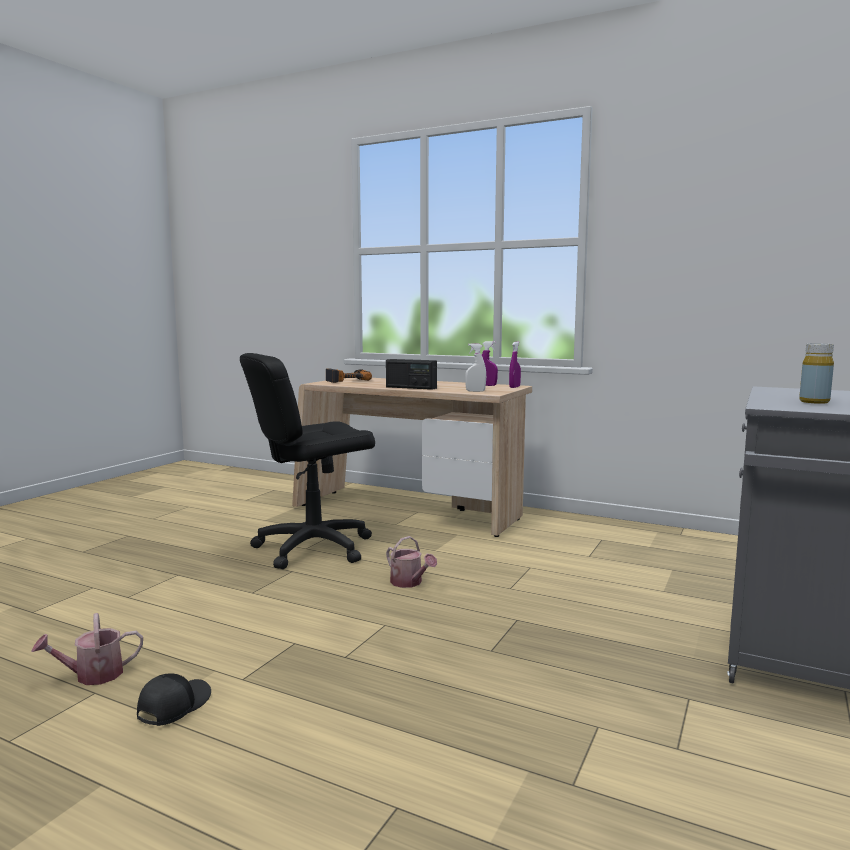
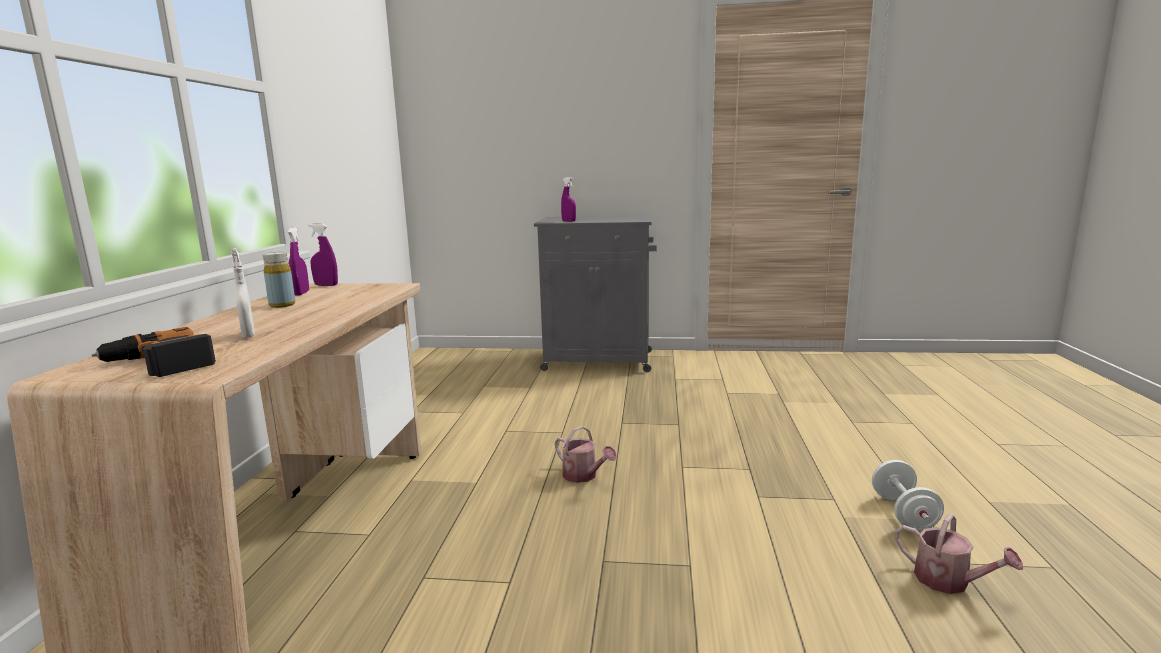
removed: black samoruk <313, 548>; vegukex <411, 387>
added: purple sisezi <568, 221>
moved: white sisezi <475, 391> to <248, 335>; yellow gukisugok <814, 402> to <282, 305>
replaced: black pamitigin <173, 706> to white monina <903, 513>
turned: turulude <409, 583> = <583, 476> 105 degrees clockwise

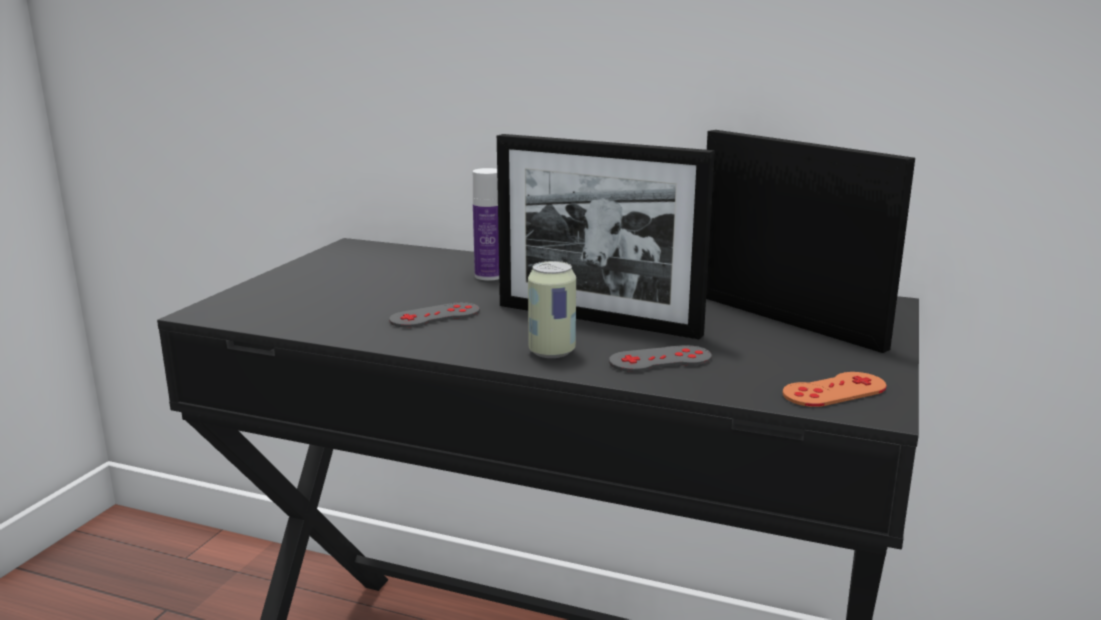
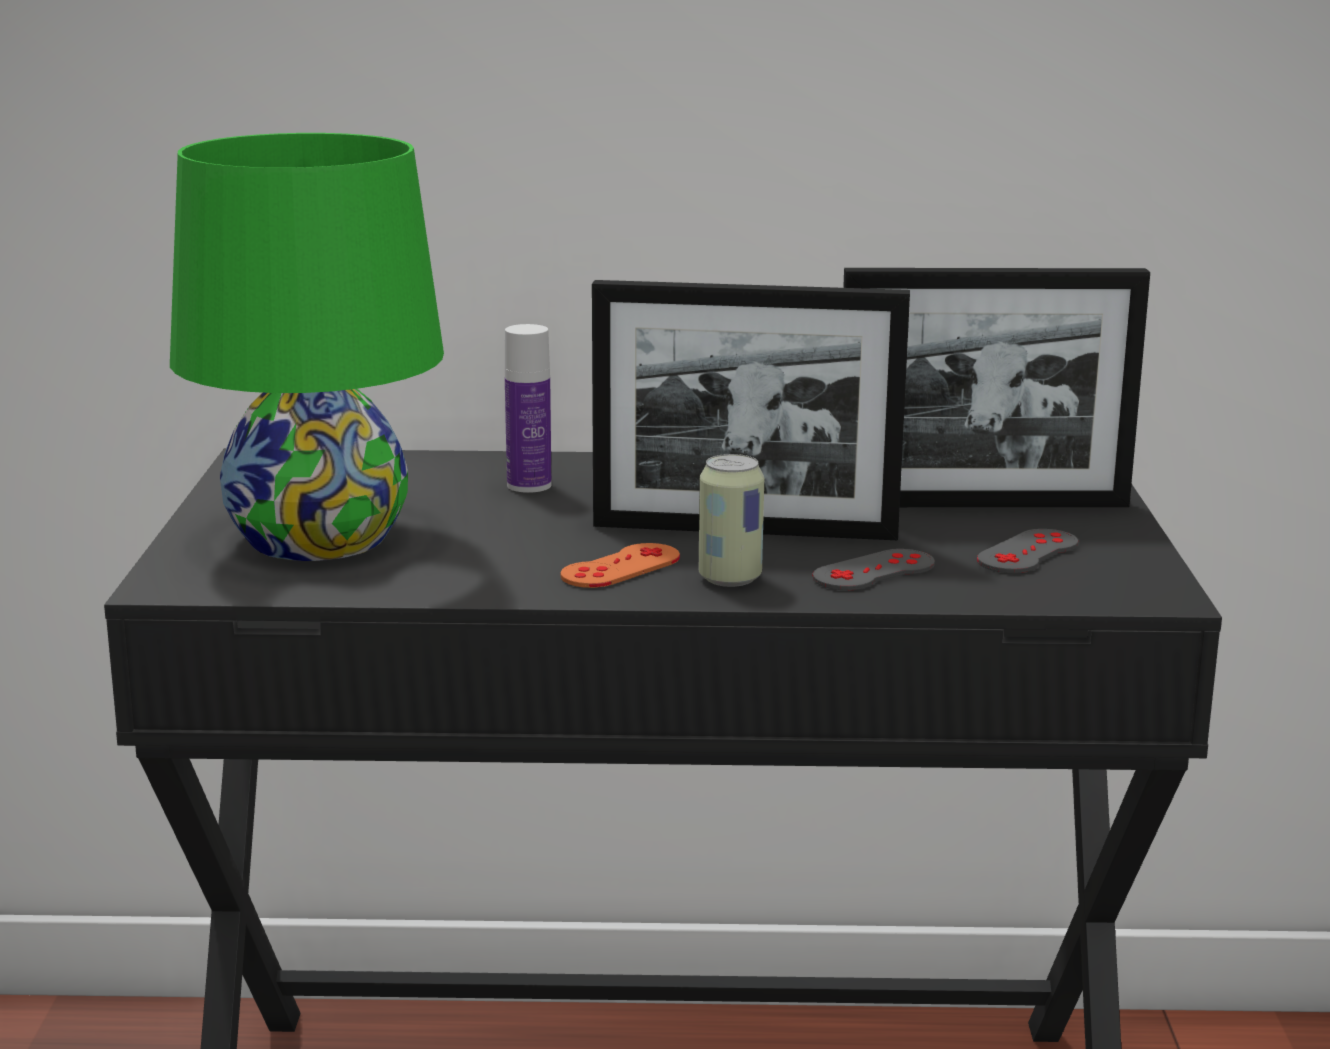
added: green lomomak <318, 538>
moved: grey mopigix <435, 316> to <1028, 552>; orange mopigix <834, 390> to <620, 567>
turned: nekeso <786, 321> = <982, 504> 150 degrees clockwise

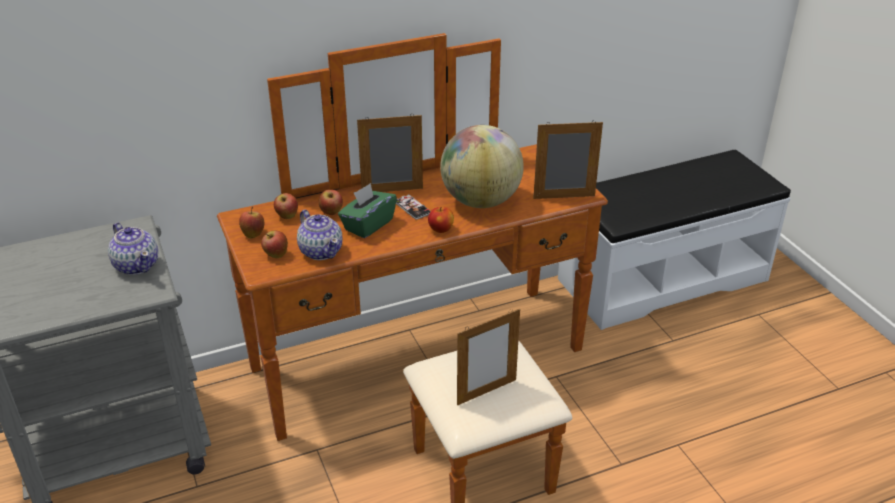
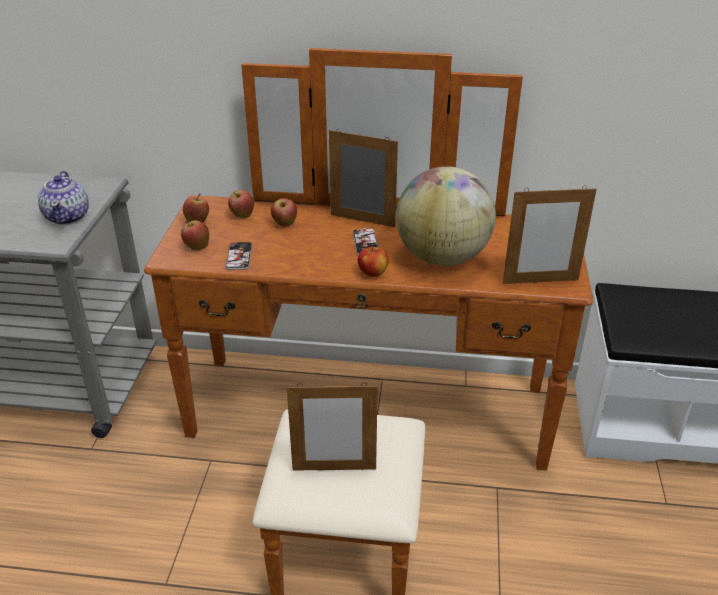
removed: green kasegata <368, 225>
replaced: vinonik <321, 251> to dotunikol <239, 256>
turned: nekeso <564, 197> = <540, 281> 150 degrees clockwise

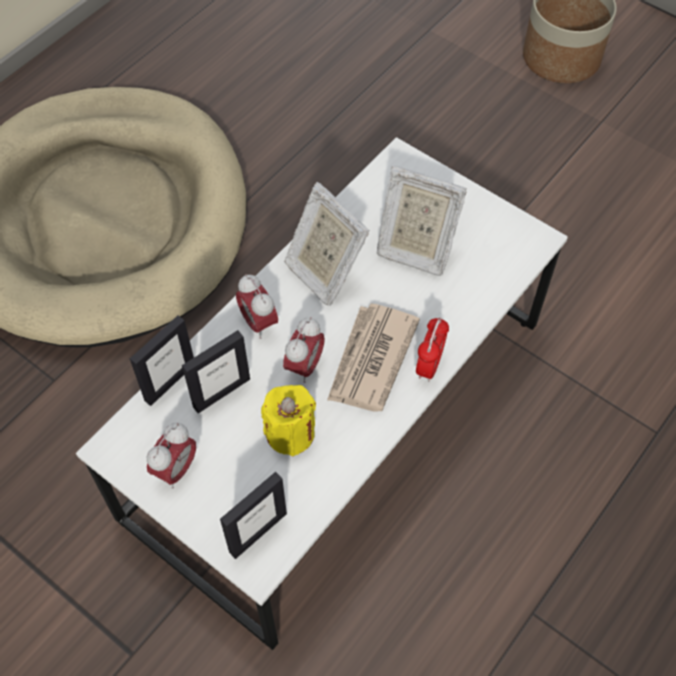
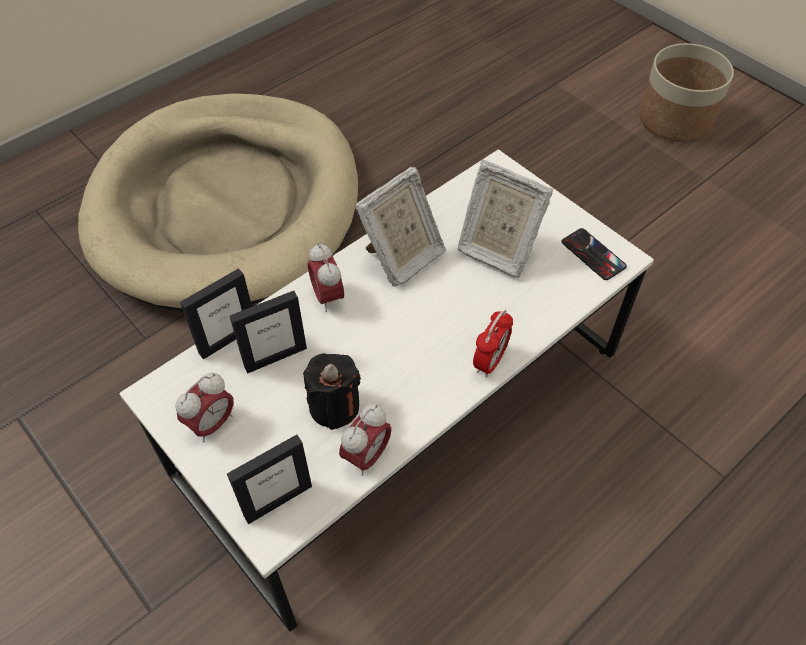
removed: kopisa <370, 360>
added: dotunikol <593, 254>
moved: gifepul <304, 366> to <366, 456>
recoloured: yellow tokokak <290, 433> to black tokokak <334, 406>
turned: nekeso <323, 271> = <402, 258> 105 degrees counterclockwise

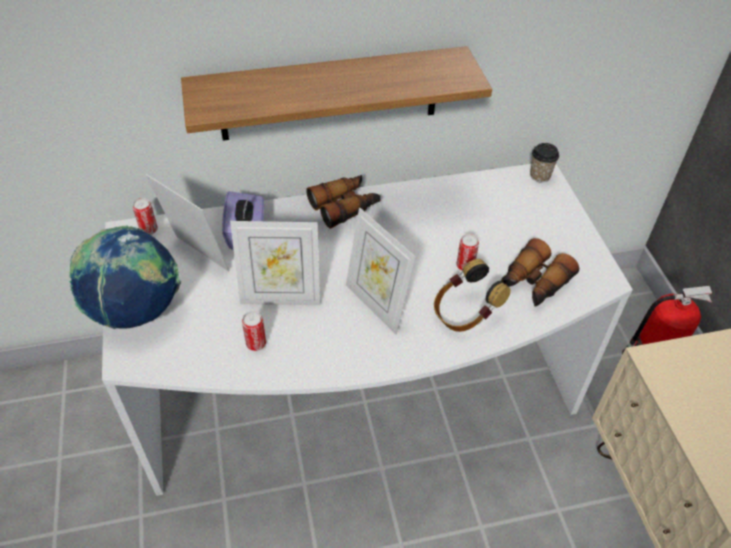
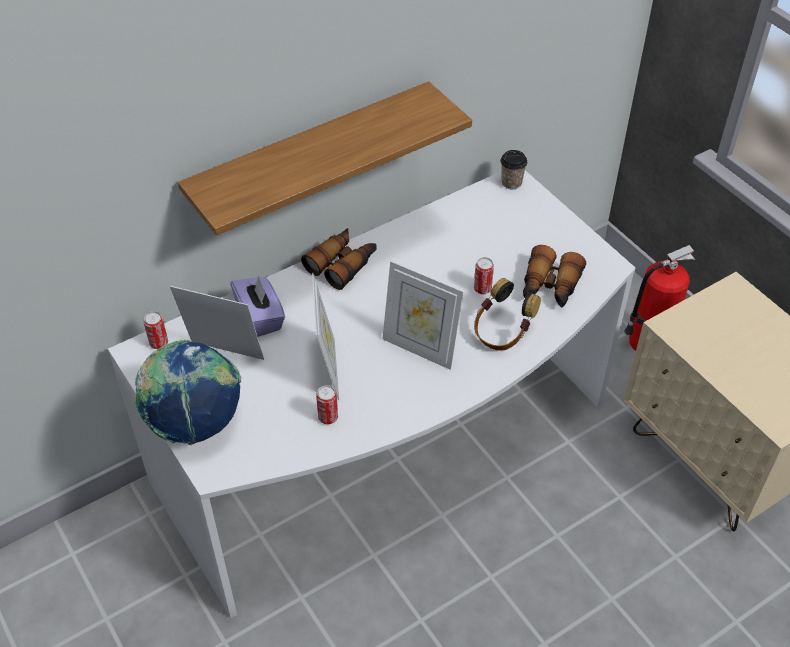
turned: nekeso <281, 298> = <328, 369> 75 degrees counterclockwise

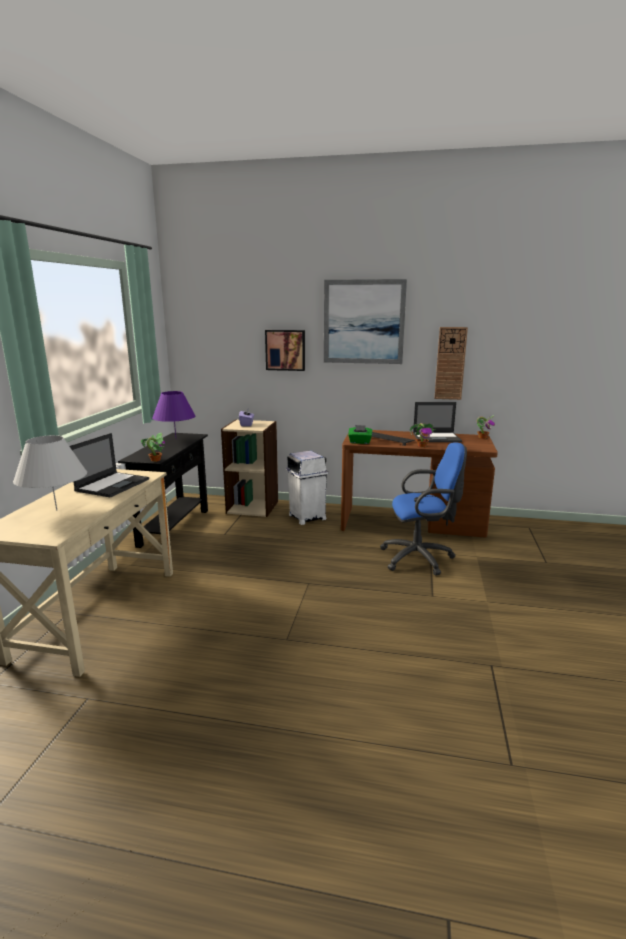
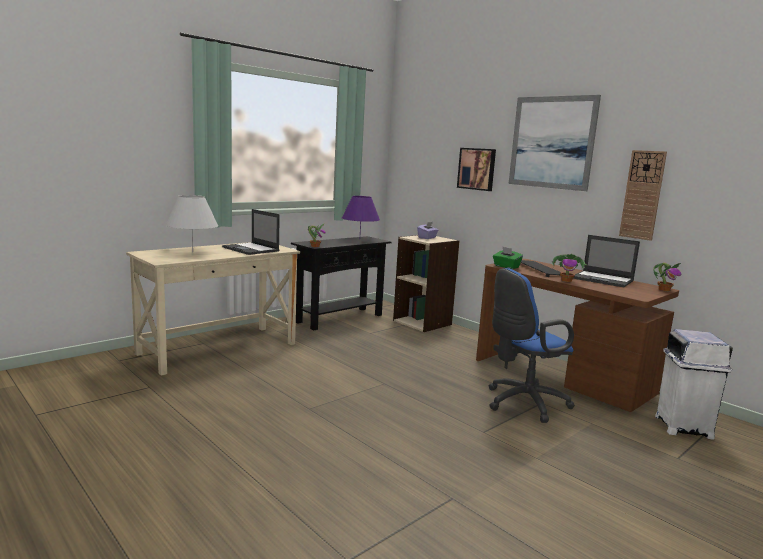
moved: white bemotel <307, 517> to <683, 427>
turned: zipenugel <113, 484> = <251, 249> 75 degrees clockwise; blue samoruk <420, 558> = <522, 403> 120 degrees clockwise

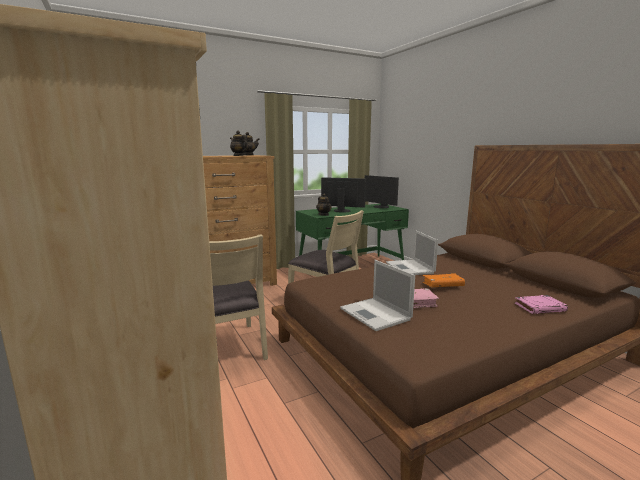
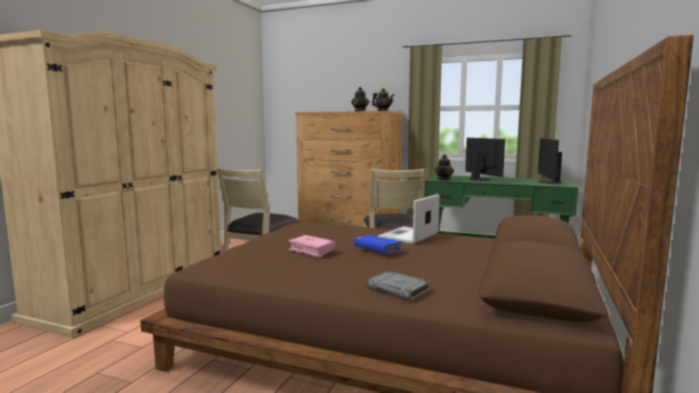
removed: zipenugel <376, 314>
recoloured: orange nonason <443, 286> to blue nonason <377, 250>; pink nonason <540, 307> to grey nonason <399, 290>

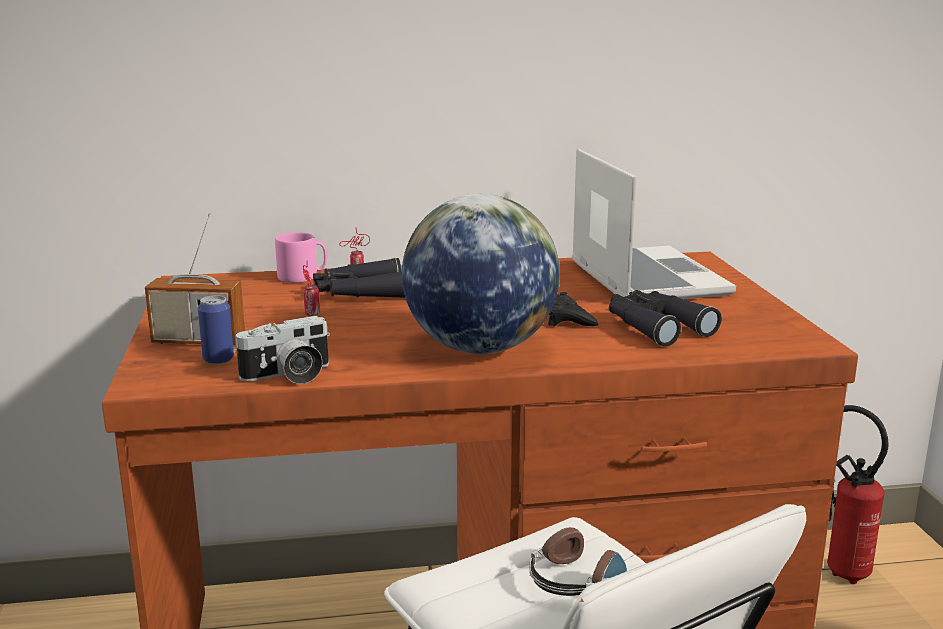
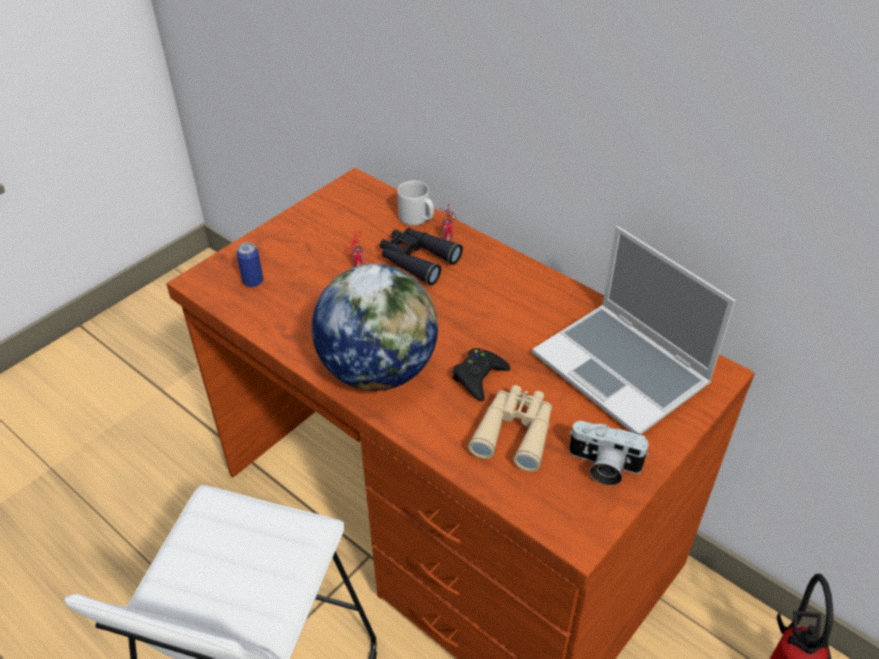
removed: vegukex <198, 341>; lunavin <584, 574>
moved: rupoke <288, 376> to <603, 466>
recoloured: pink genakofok <302, 277> to grey genakofok <417, 218>; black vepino <655, 327> to beige vepino <515, 432>
turned: zipenugel <644, 278> = <623, 370> 105 degrees clockwise

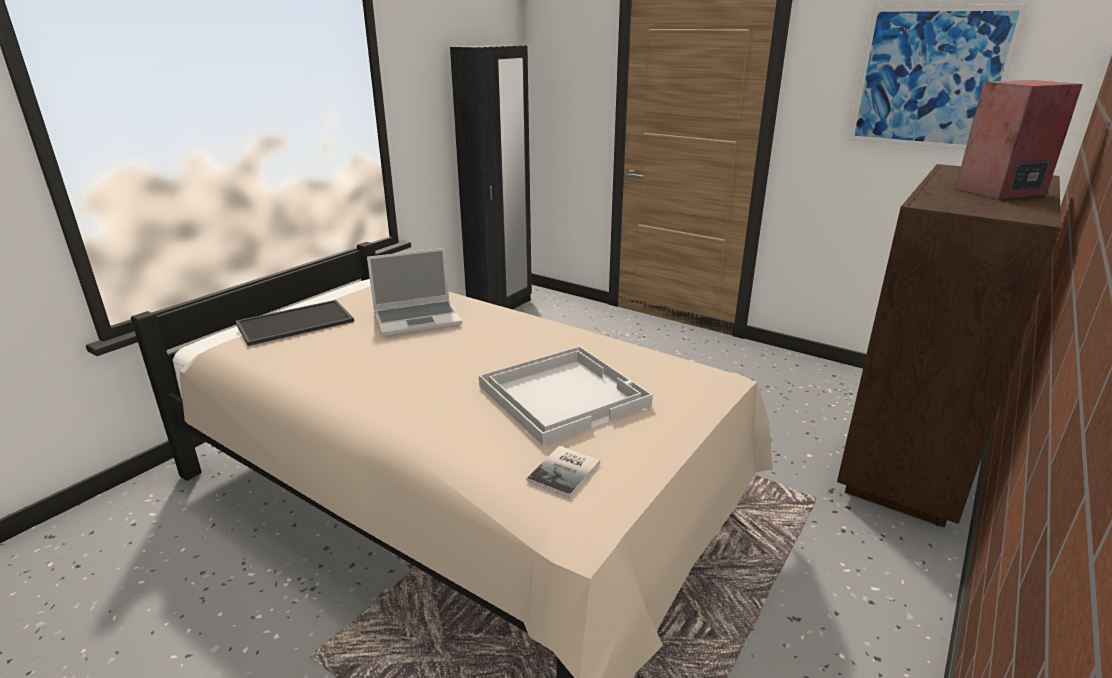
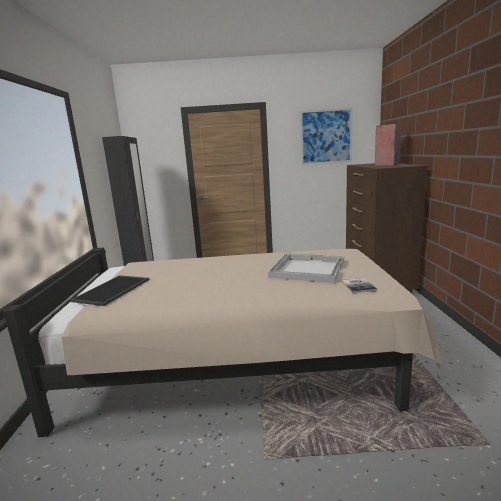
removed: zipenugel <418, 319>

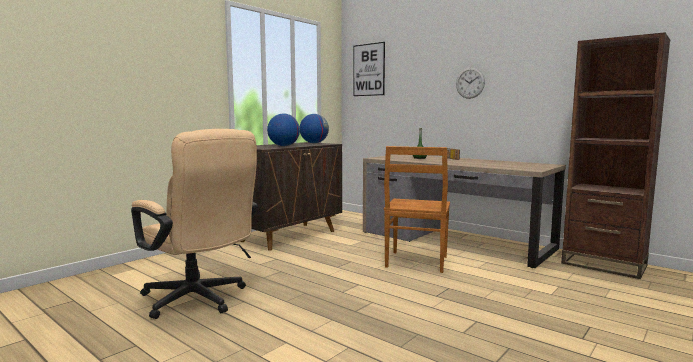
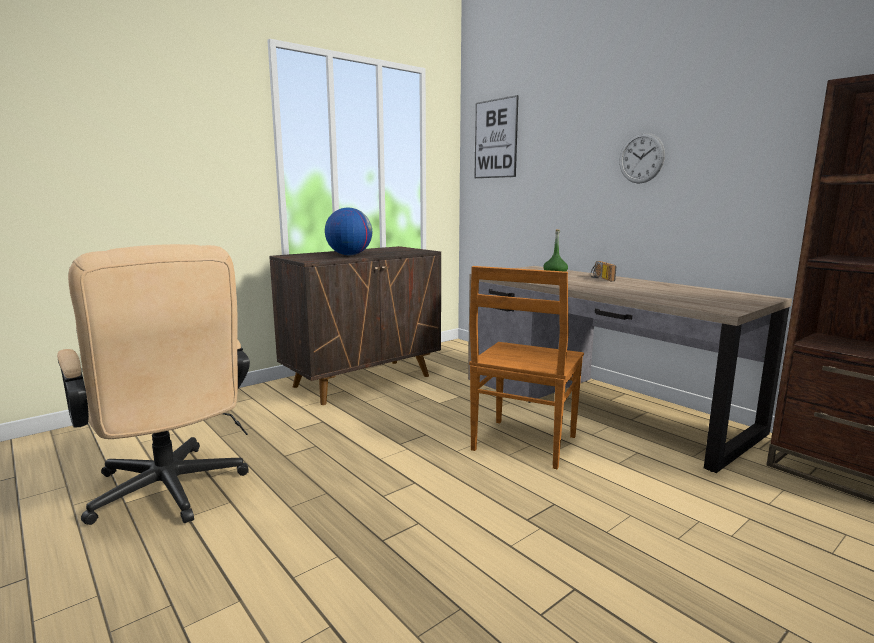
removed: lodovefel <314, 143>

